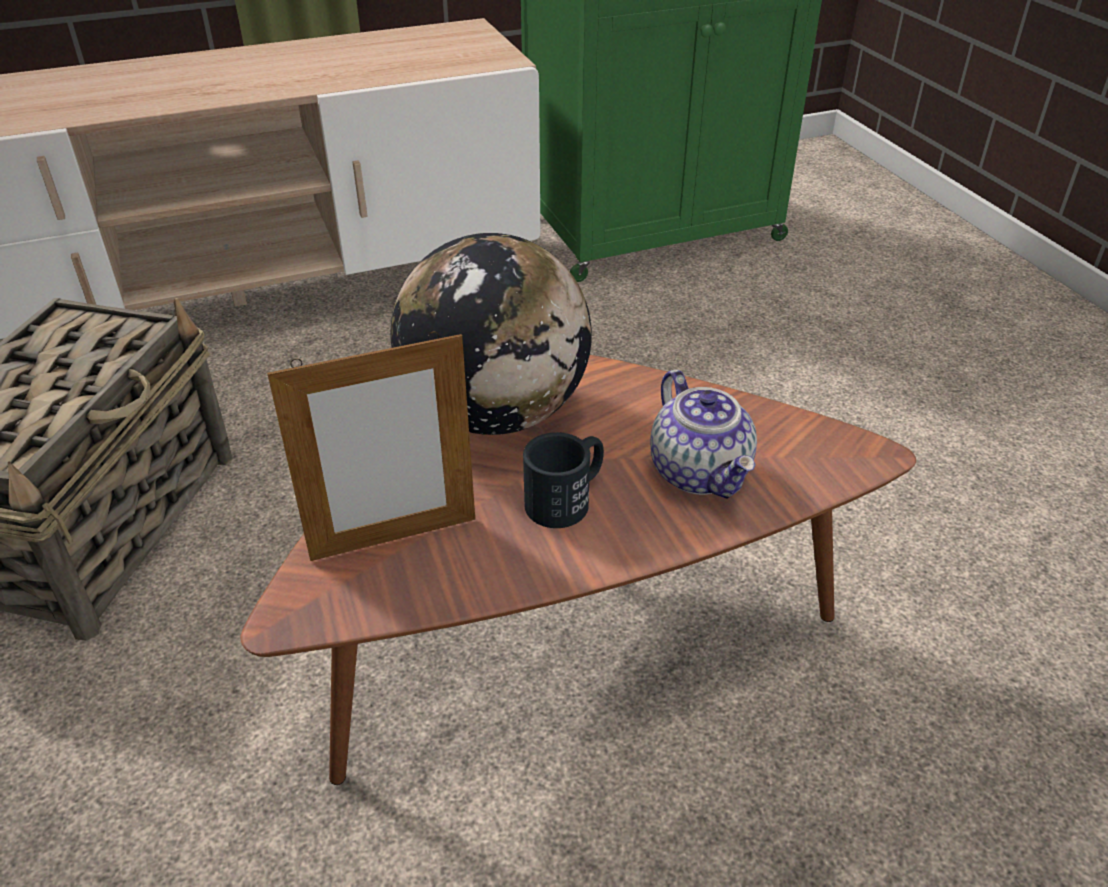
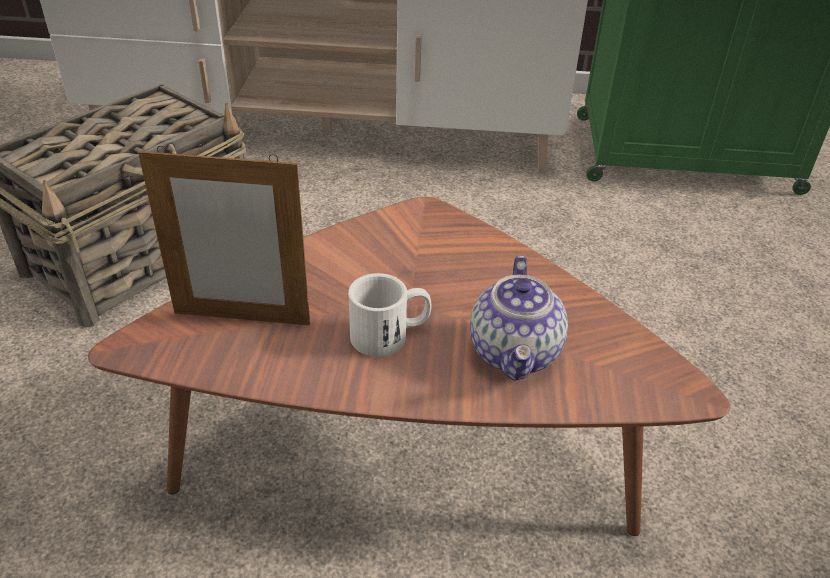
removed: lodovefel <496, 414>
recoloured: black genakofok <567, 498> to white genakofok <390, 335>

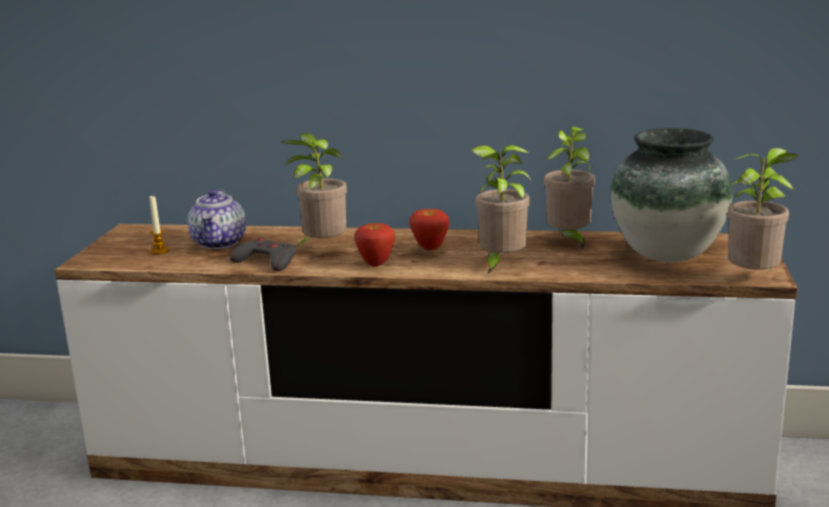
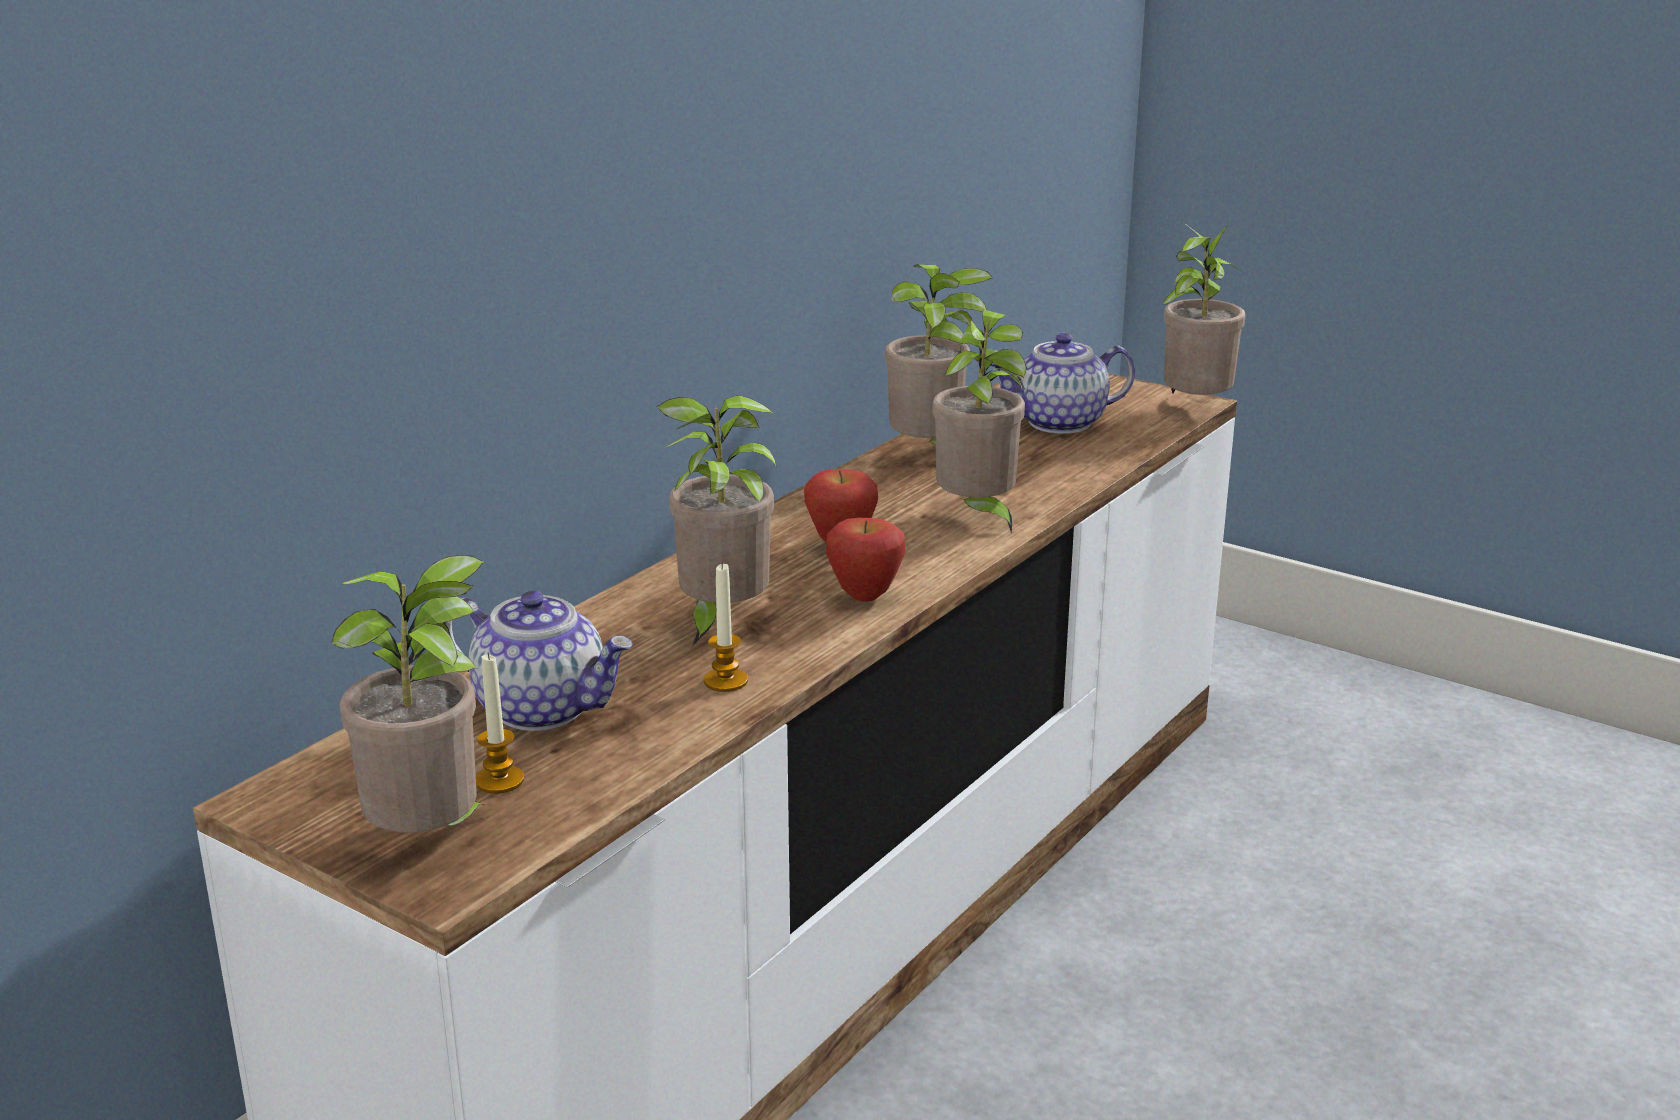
added: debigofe <433, 841>
replaced: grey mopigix <266, 261> to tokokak <725, 681>; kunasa <667, 256> to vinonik <1060, 422>

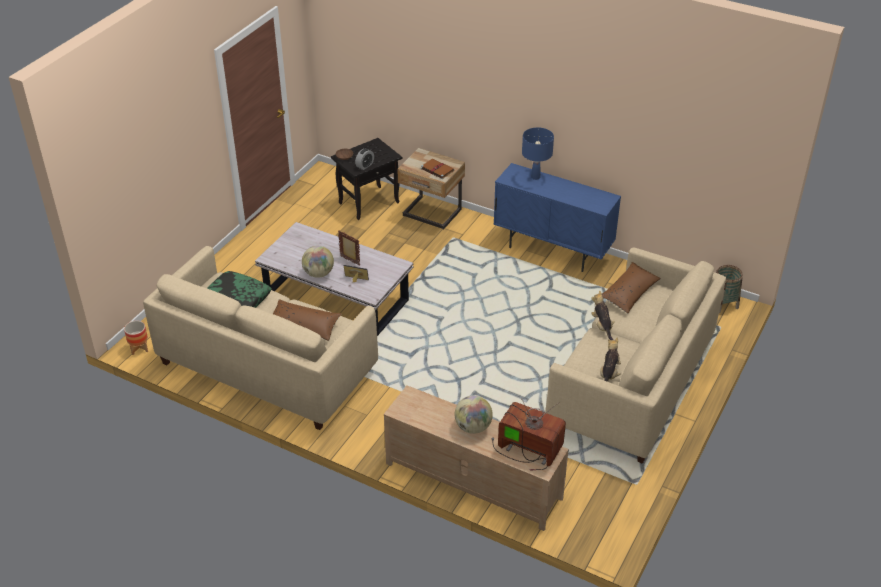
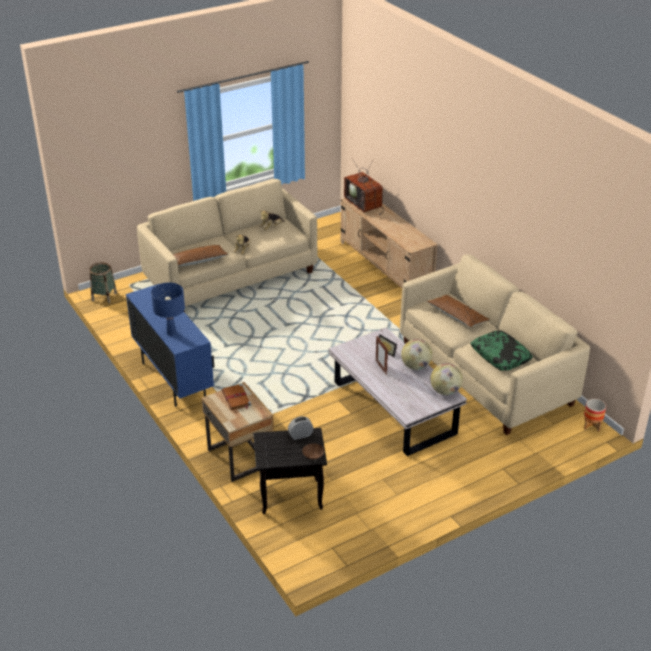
moved: lodovefel <473, 427> to <445, 391>

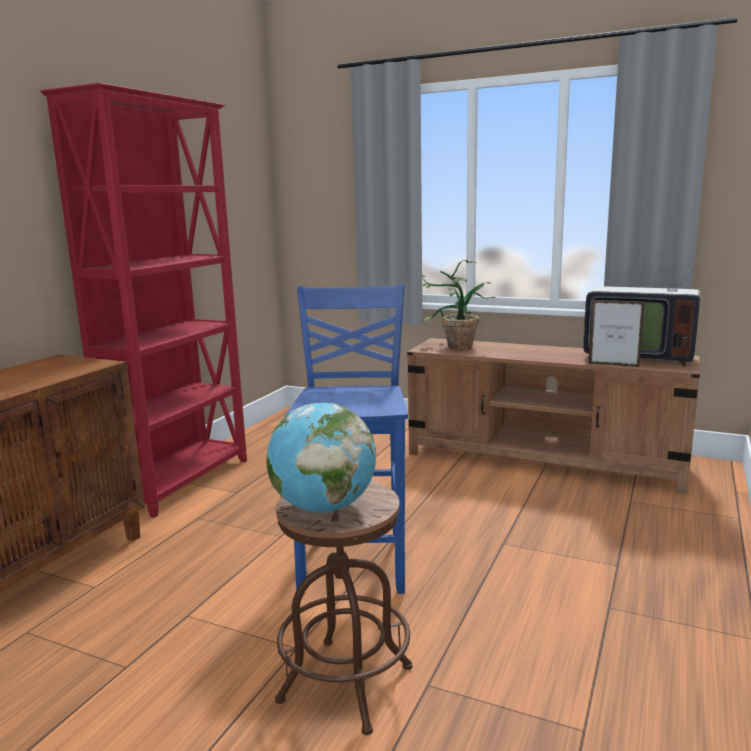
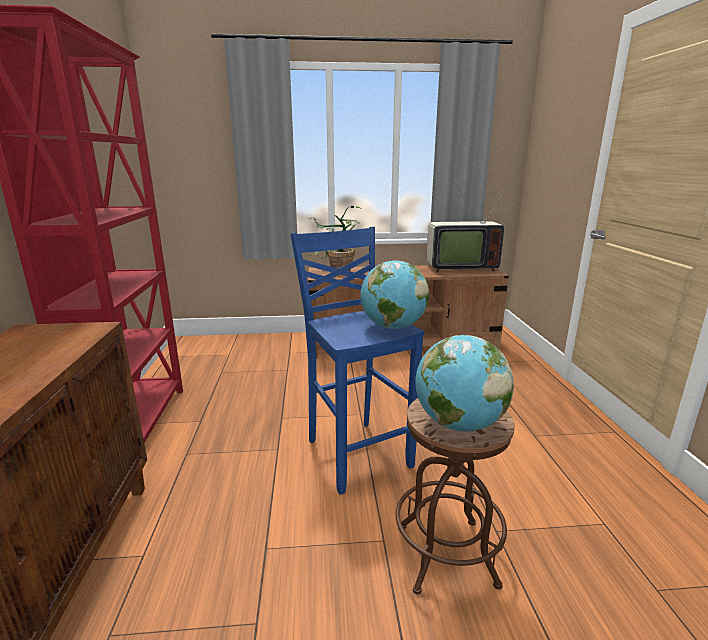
removed: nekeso <613, 365>
added: lodovefel <392, 327>

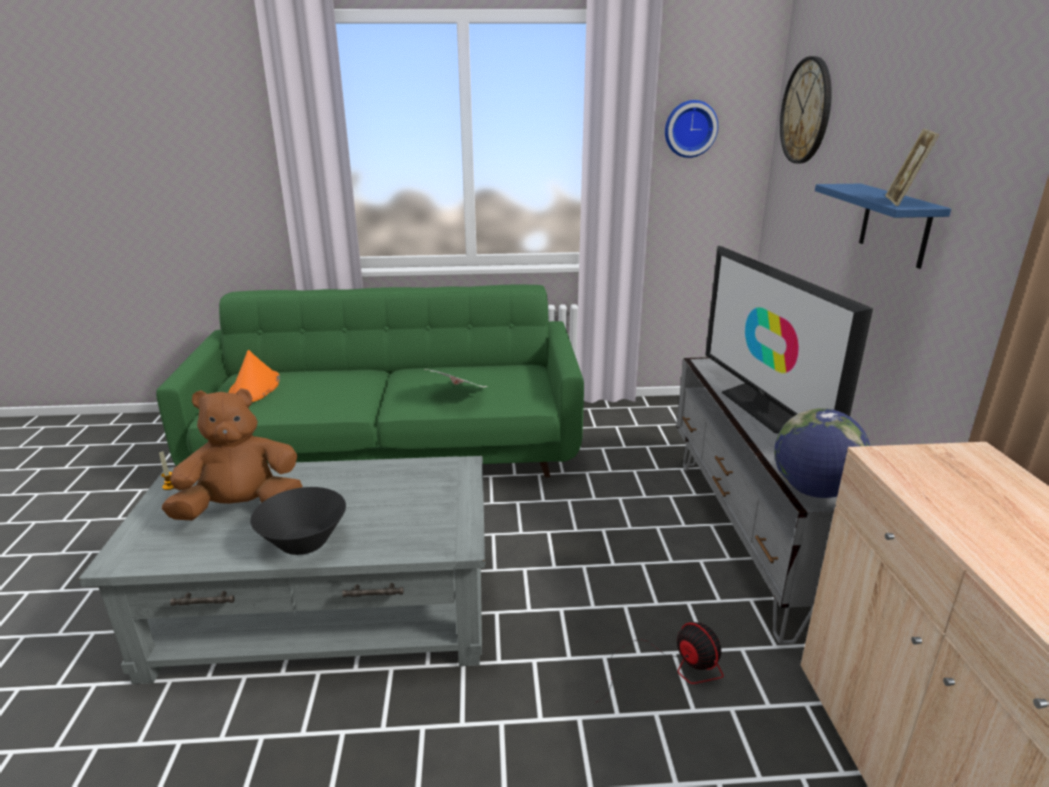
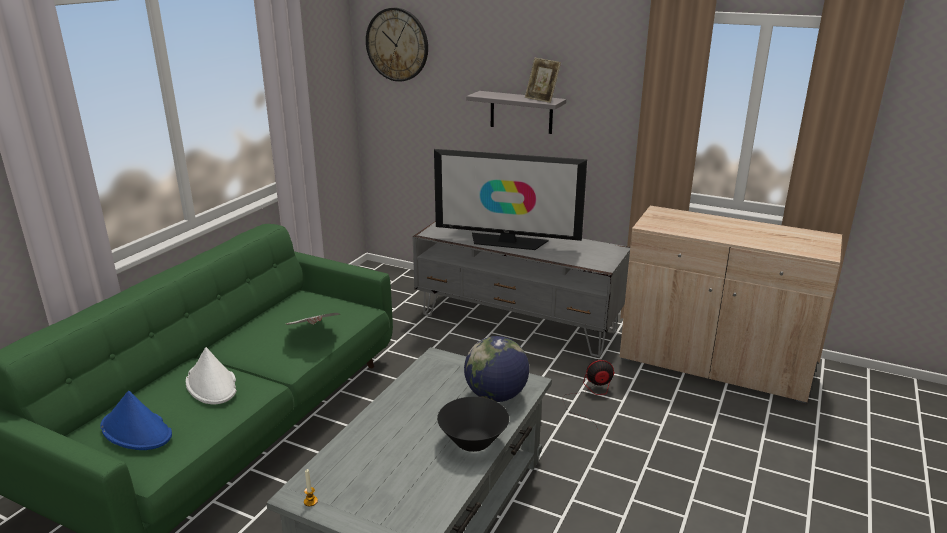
removed: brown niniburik <242, 509>; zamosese <689, 128>
added: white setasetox <212, 384>
moved: lodovefel <814, 491> to <496, 396>
recoloured: orange setasetox <255, 388> to blue setasetox <137, 431>; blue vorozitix <895, 225> to grey vorozitix <521, 112>

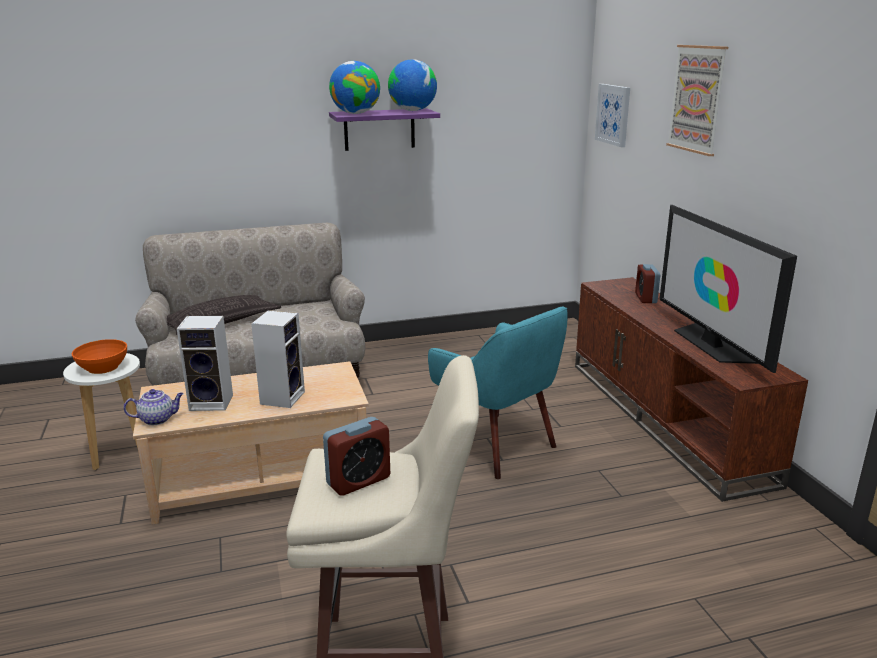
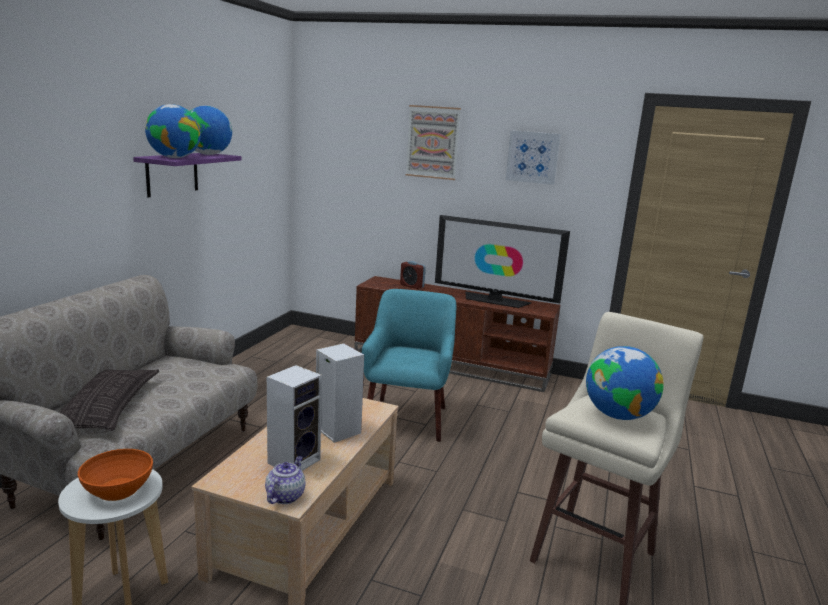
moved: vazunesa <613, 114> to <532, 157>
replaced: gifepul <358, 481> to lodovefel <617, 415>
turned: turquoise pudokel <496, 445> = <407, 418> 75 degrees counterclockwise

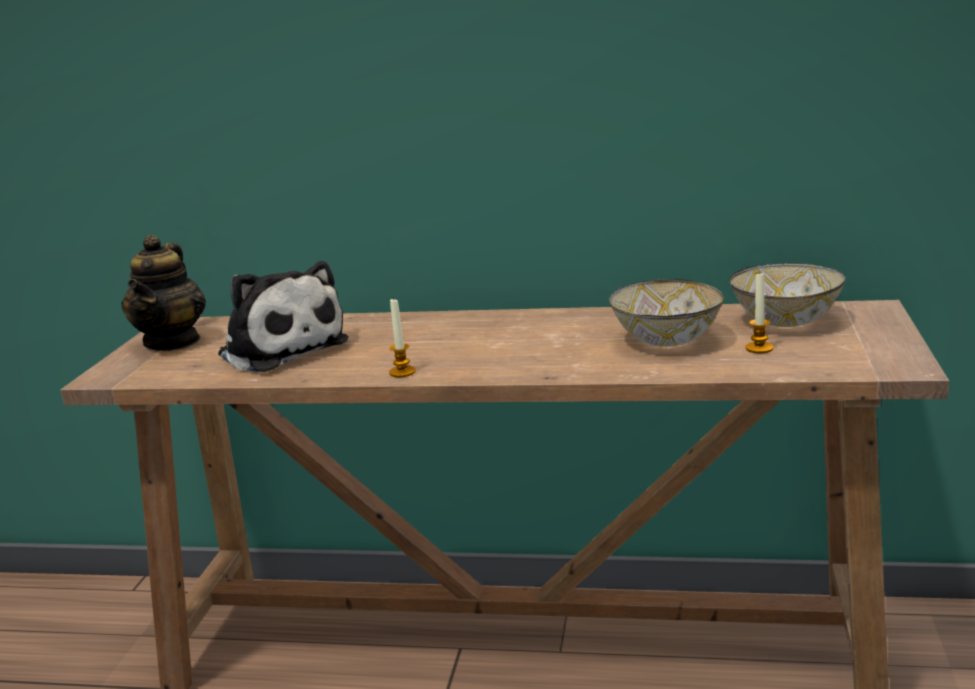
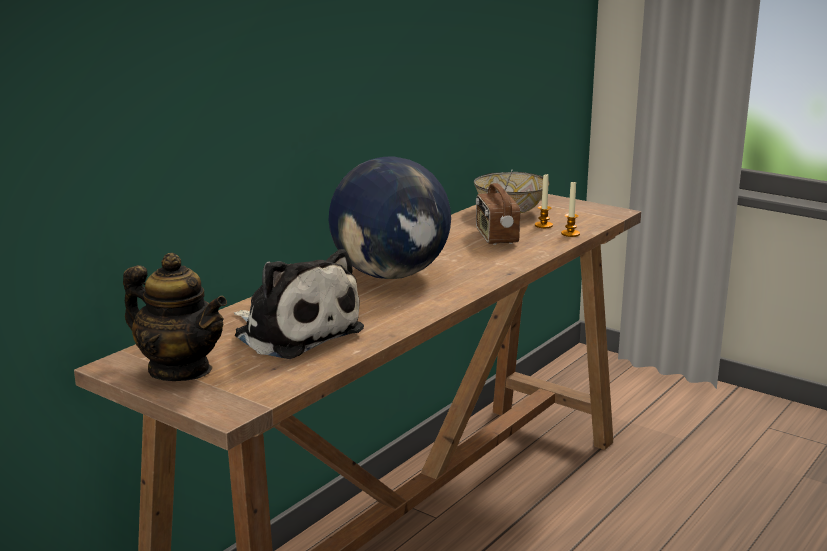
added: lodovefel <391, 275>
moved: tokokak <402, 372> to <570, 234>
replaced: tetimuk <667, 341> to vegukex <495, 237>
turned: niniburik <280, 348> = <295, 332> 60 degrees clockwise

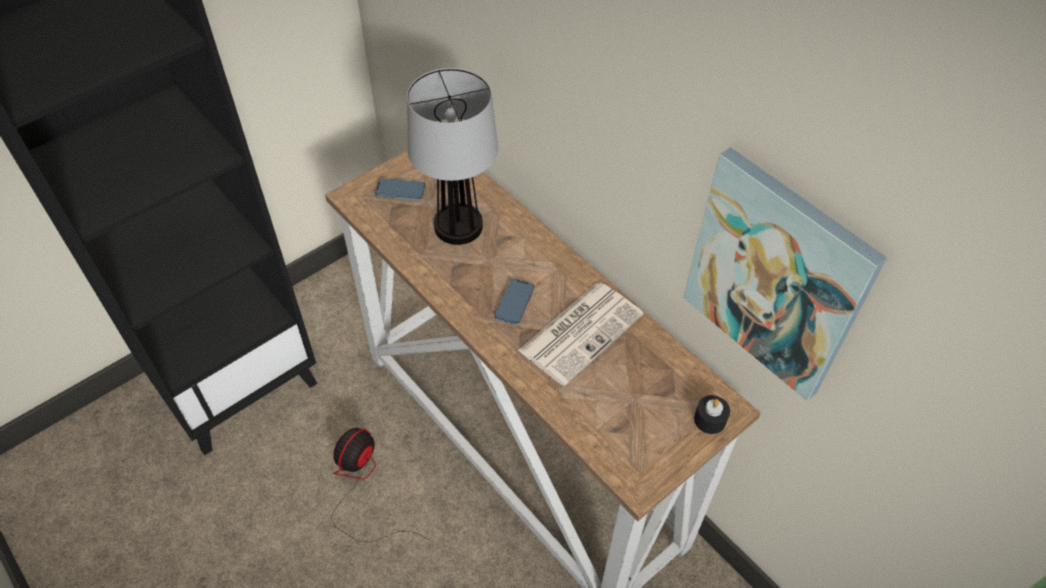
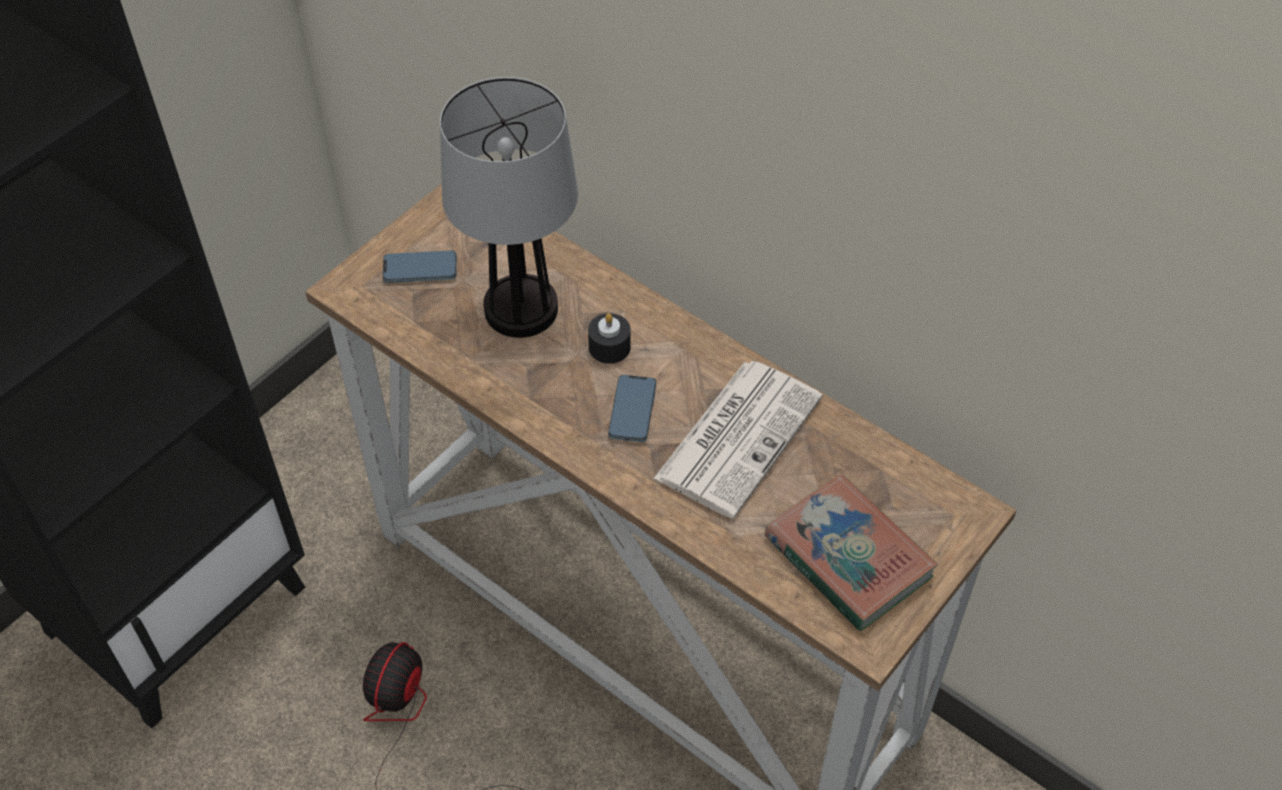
removed: vazunesa <775, 276>
added: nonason <848, 557>
moved: black tokokak <710, 419> to <609, 347>

